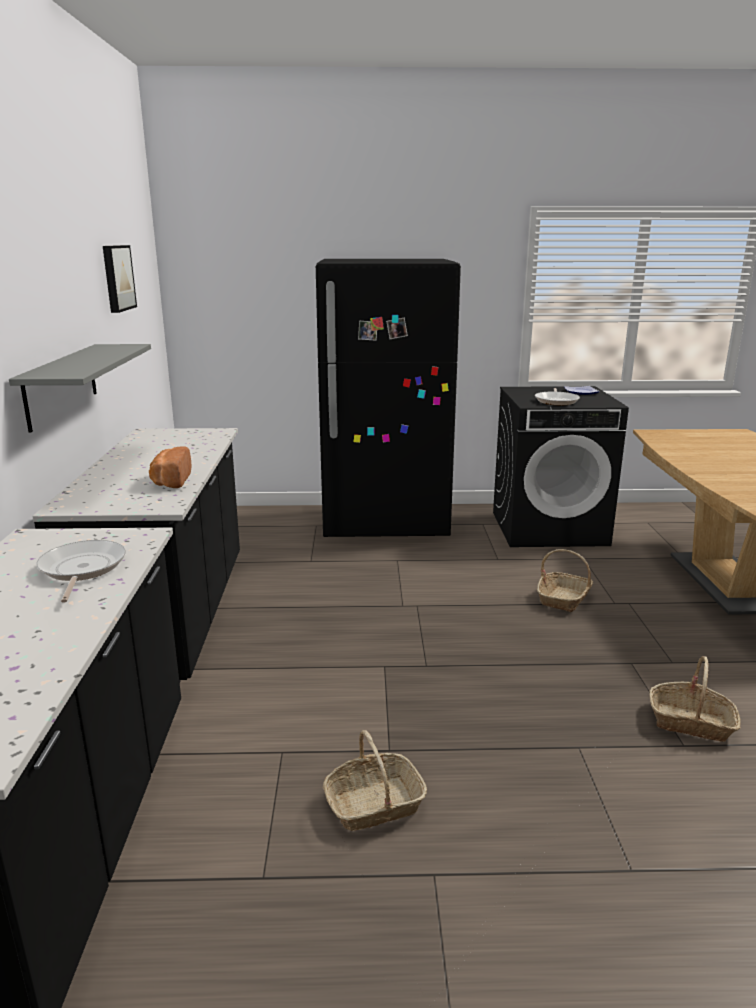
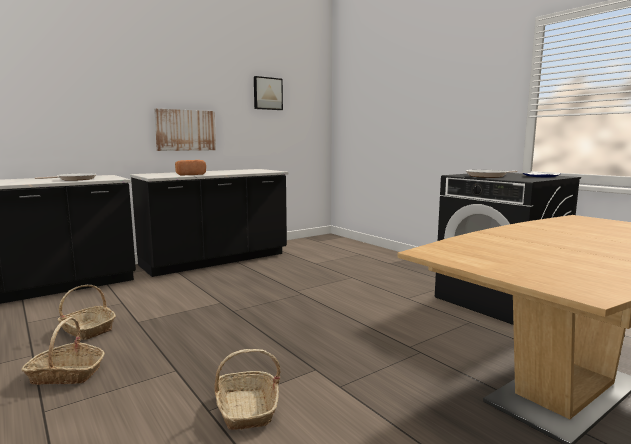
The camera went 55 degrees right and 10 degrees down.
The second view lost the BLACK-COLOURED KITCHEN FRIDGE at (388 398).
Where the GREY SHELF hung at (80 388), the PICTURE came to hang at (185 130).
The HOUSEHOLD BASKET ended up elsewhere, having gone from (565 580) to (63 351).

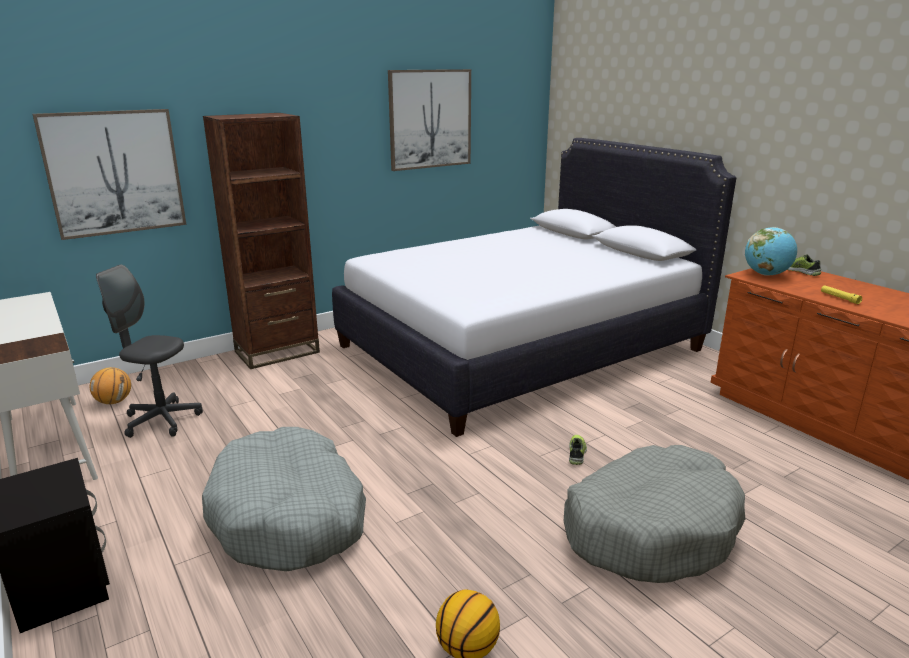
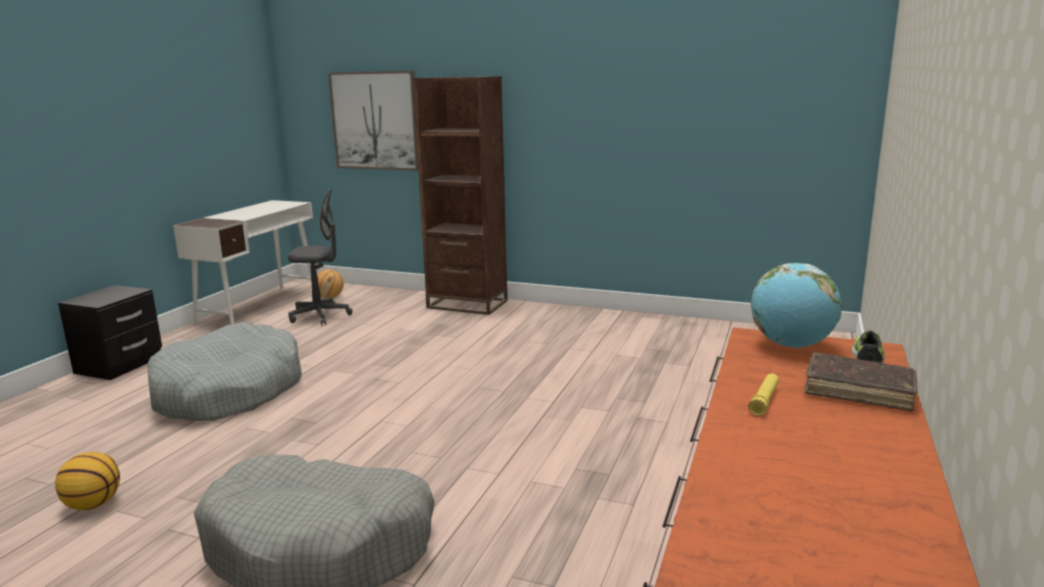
The camera went 55 degrees right and 5 degrees down.
The second view lost the PICTURE at (429 120).
The second view lost the WHITE SLEEPING BED at (534 287).
The GREY OFFICE CHAIR at (149 351) ended up facing another way, 105 degrees clockwise from before.
The second view lost the ITEM OF FOOTWEAR at (578 450).
The second view gained the BROWNISH BOUND BOOK at (860 382).

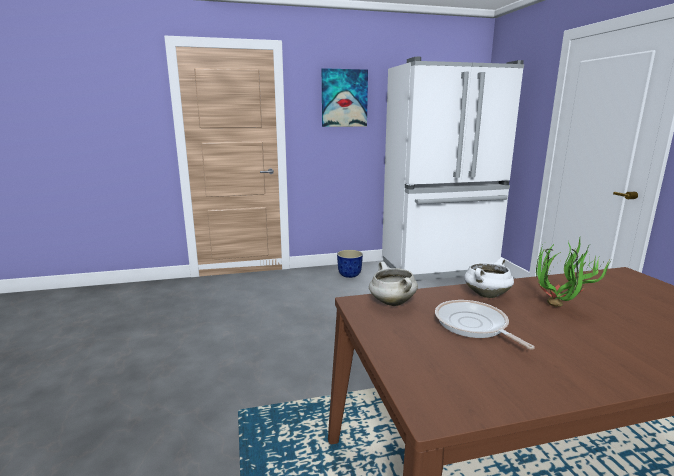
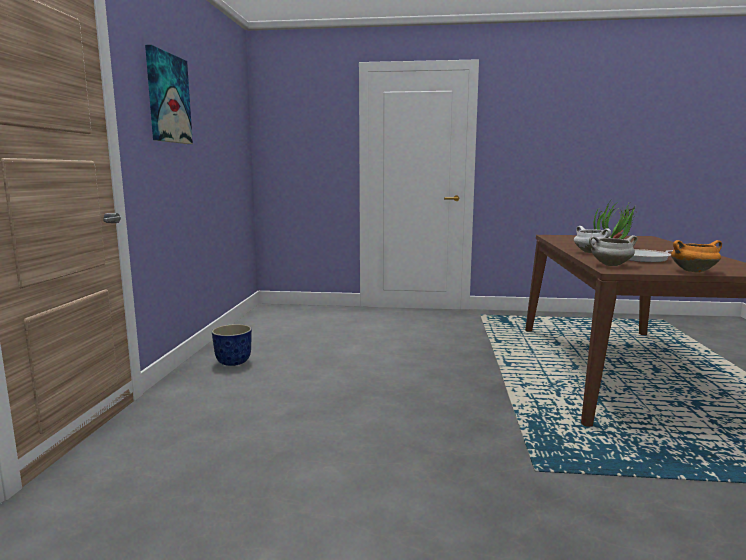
The camera went 70 degrees left and 5 degrees down.
The second view lost the WHITE KITCHEN FRIDGE at (453 169).
The second view gained the ORANGE STOCKPOT at (696 256).

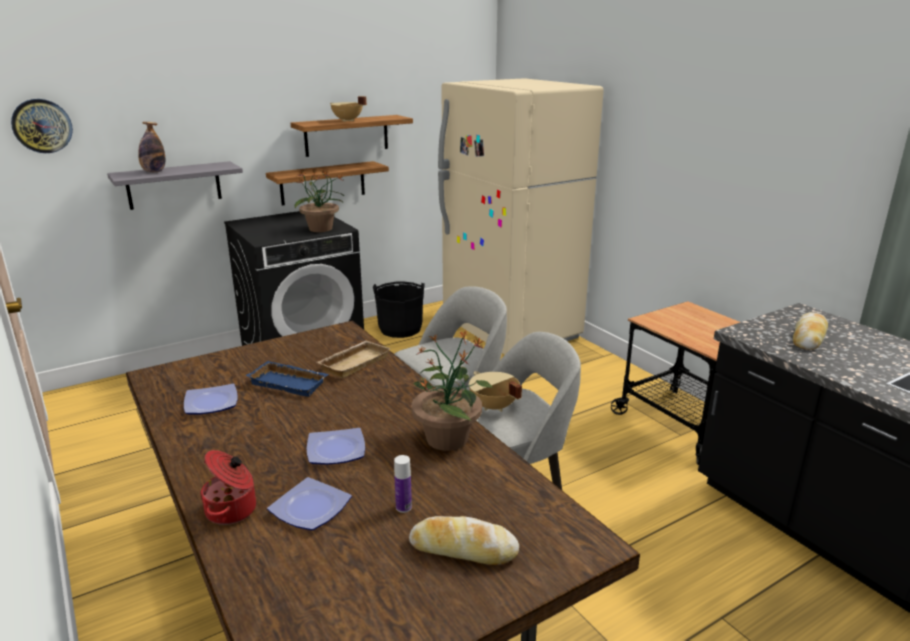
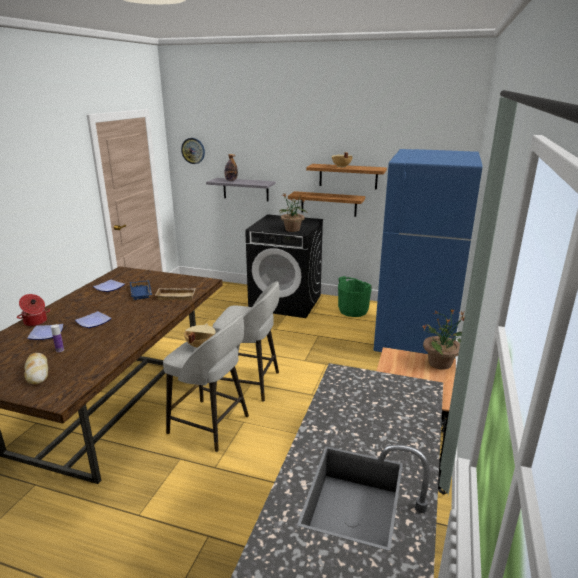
The camera went 50 degrees right and 0 degrees up.
What was the BEIGE KITCHEN FRIDGE at (521 216) turned into the BLUE KITCHEN FRIDGE at (428 251).
What was the BLACK-COLOURED WATER BUCKET at (399 309) turned into the GREEN WATER BUCKET at (355 296).
The second view lost the BAKED BREAD at (810 331).
The PLANT IN A POT ended up elsewhere, having gone from (452 390) to (443 339).

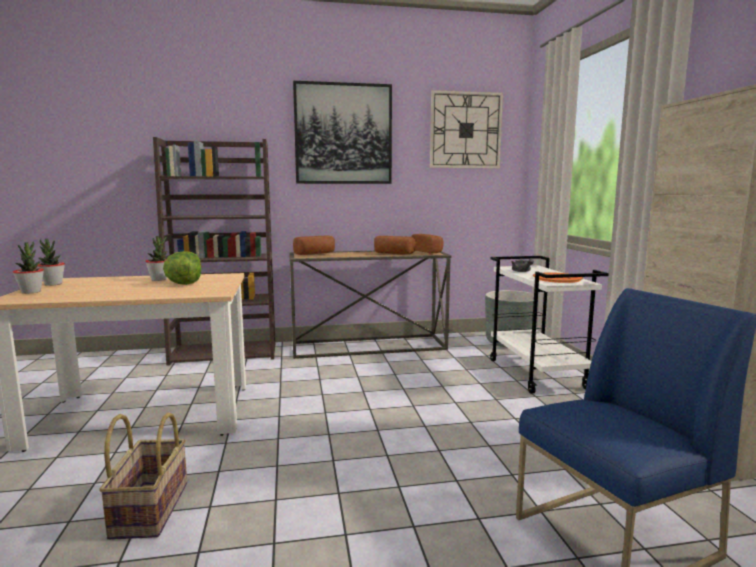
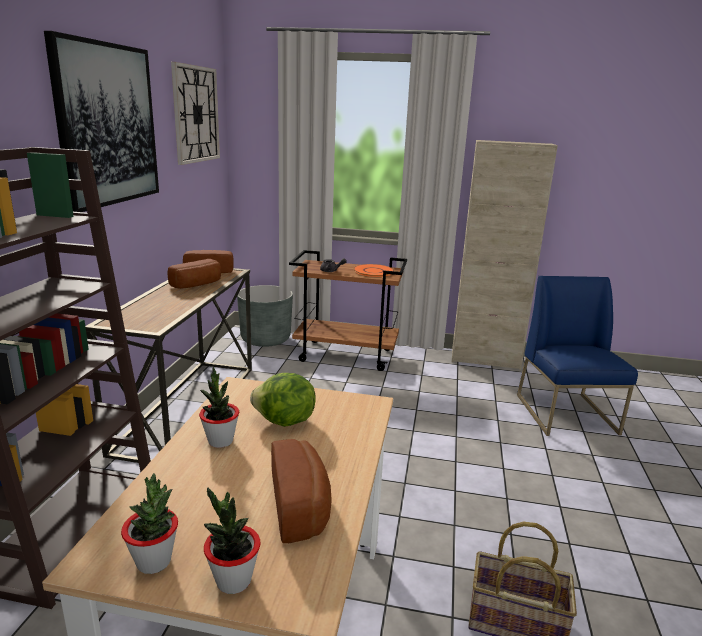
The camera went 70 degrees left and 10 degrees up.
The BAKED BREAD ended up elsewhere, having gone from (314 245) to (301 491).
What was the WHITE WHEELED CART at (549 325) turned into the BROWNISH WHEELED CART at (348 310).

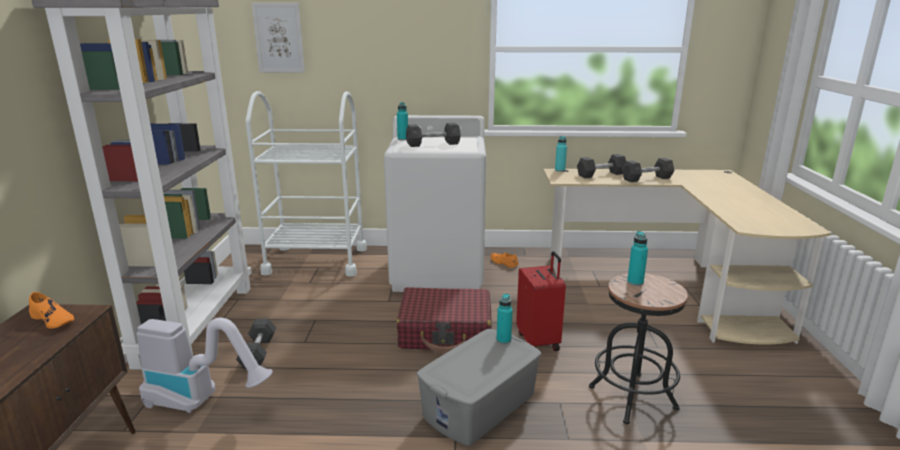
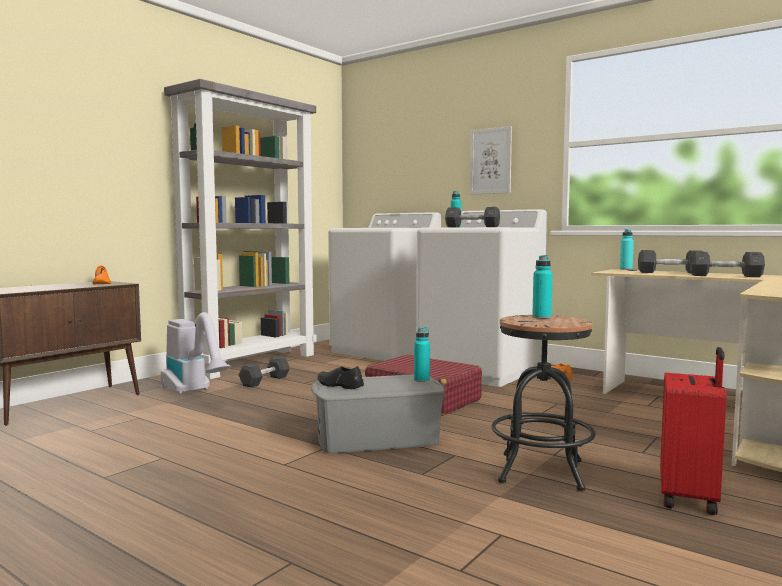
The camera went 35 degrees right and 15 degrees down.
The PICTURE ended up elsewhere, having gone from (278 38) to (491 160).
Where the WHITE WHEELED CART stood at (306 184), the WHITE WASHING MACHINE came to stand at (384 286).
The RED PIECE OF LUGGAGE ended up elsewhere, having gone from (541 301) to (693 431).
The second view gained the BLACK-COLOURED ITEM OF FOOTWEAR at (341 377).

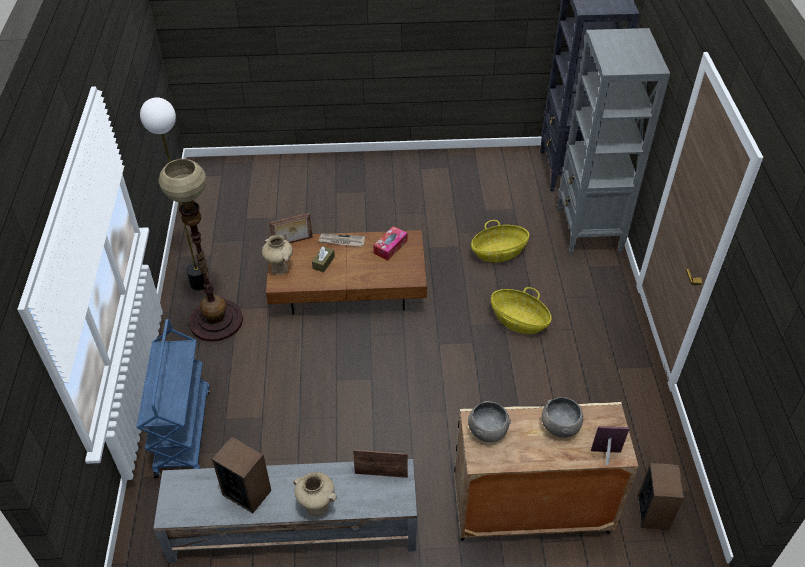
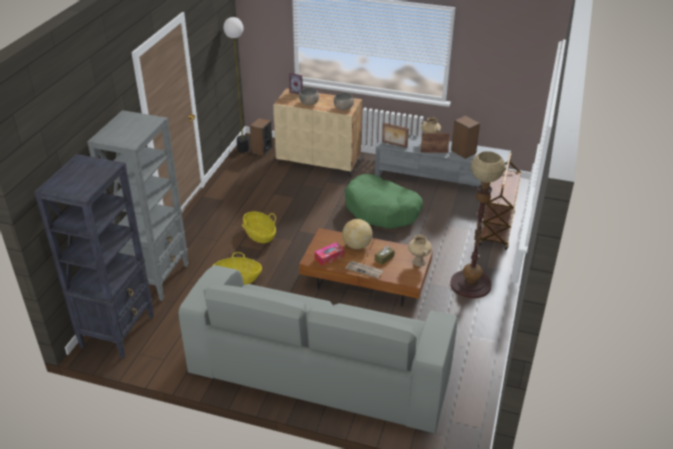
The camera went 160 degrees left and 10 degrees down.
The FLOOR LAMP ended up elsewhere, having gone from (174 193) to (236 84).
The PHOTO FRAME ended up elsewhere, having gone from (291 228) to (435 143).
What was the BLUE WHEELED CART at (173 398) turned into the BROWNISH WHEELED CART at (500 201).
The second view gained the GREEN DOG BED at (384 201).
The second view gained the DESK GLOBE at (357 234).
The second view gained the GREY SETTEE at (317 349).

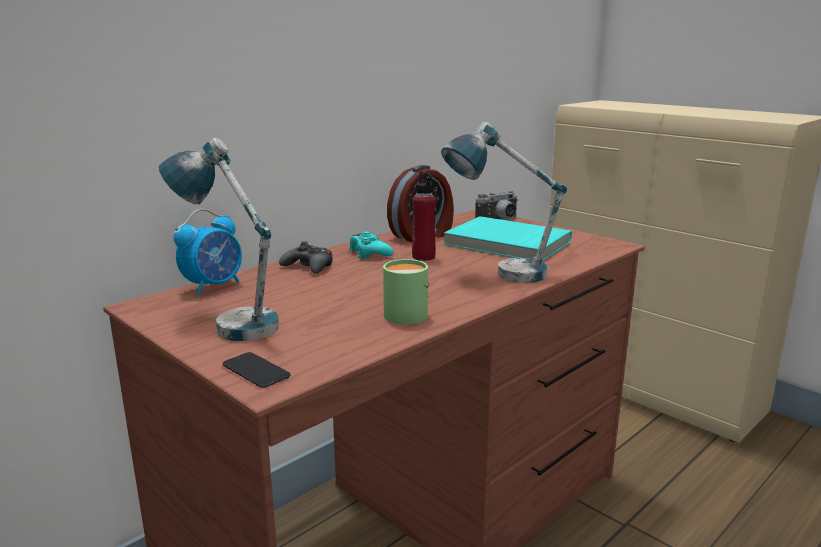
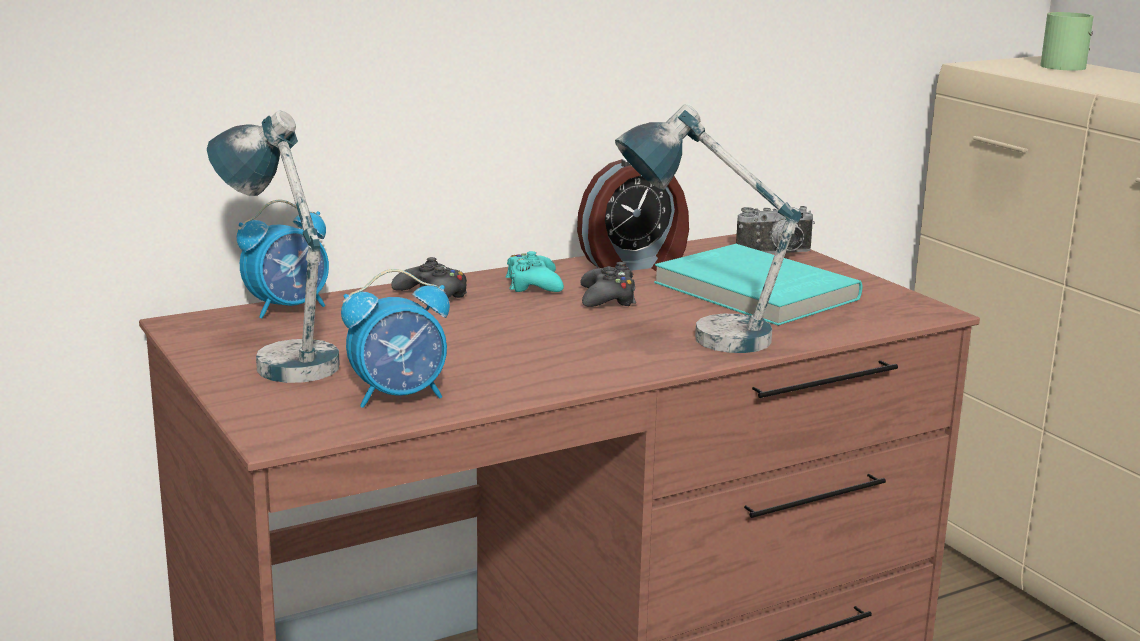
The camera went 15 degrees right and 0 degrees up.
Where the RED BEVERAGE BOTTLE stood at (424 216), the BLACK-COLOURED GAME CONTROLLER came to stand at (608 284).
The GREEN MUG ended up elsewhere, having gone from (406 292) to (1067 41).
The second view lost the PHONE at (256 370).
The second view gained the TABLE CLOCK at (395 338).

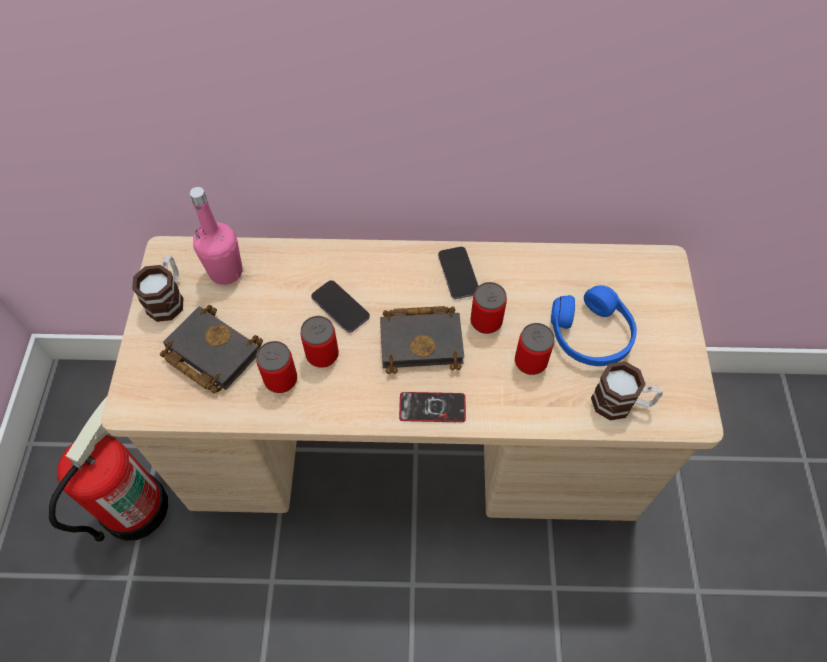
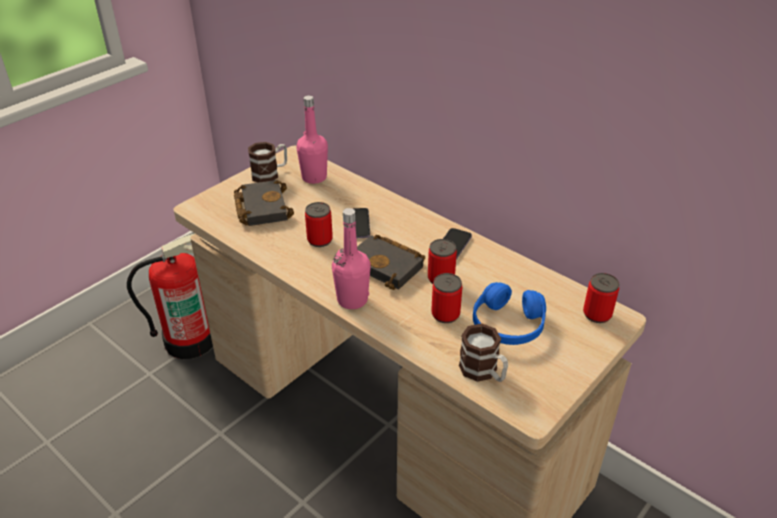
The camera went 40 degrees right and 20 degrees down.
The CAN ended up elsewhere, having gone from (276 367) to (601 298).
Where the PHONE stood at (432 407), the PINK-COLOURED BEVERAGE BOTTLE came to stand at (351 258).

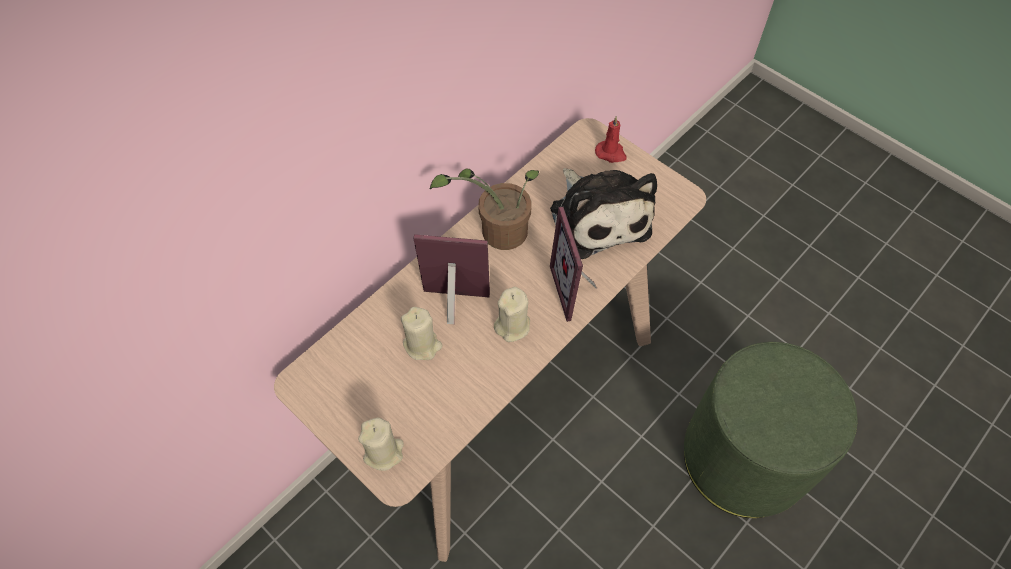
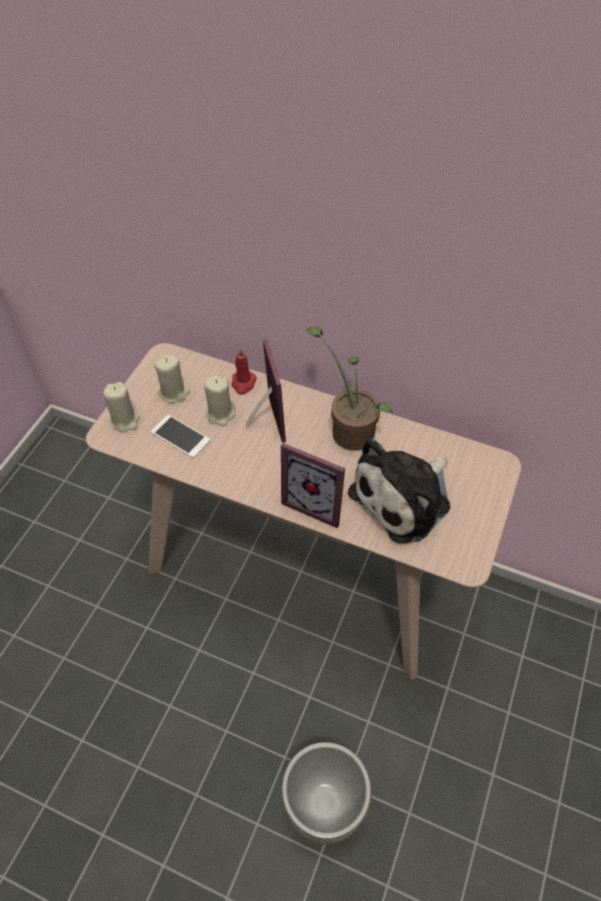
The camera went 70 degrees right and 5 degrees down.
The RED WAX LIGHT ended up elsewhere, having gone from (611 139) to (244 371).
The PHOTO FRAME at (573 264) ended up facing another way, 120 degrees counterclockwise from before.
The BEIGE WAX LIGHT ended up elsewhere, having gone from (512 314) to (172 379).
Where the GREEN POUFFE stood at (770 430), the PLANTER came to stand at (326 793).
The second view gained the PHONE at (180 436).

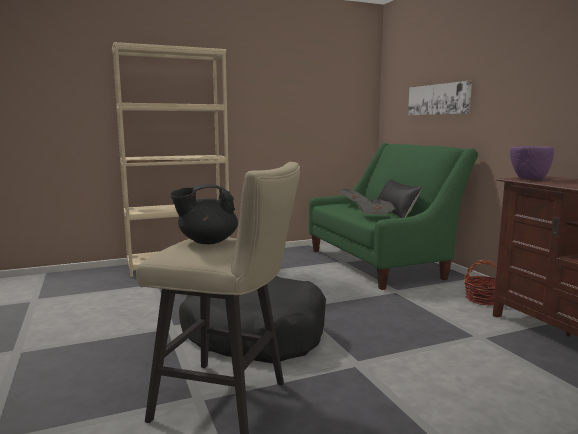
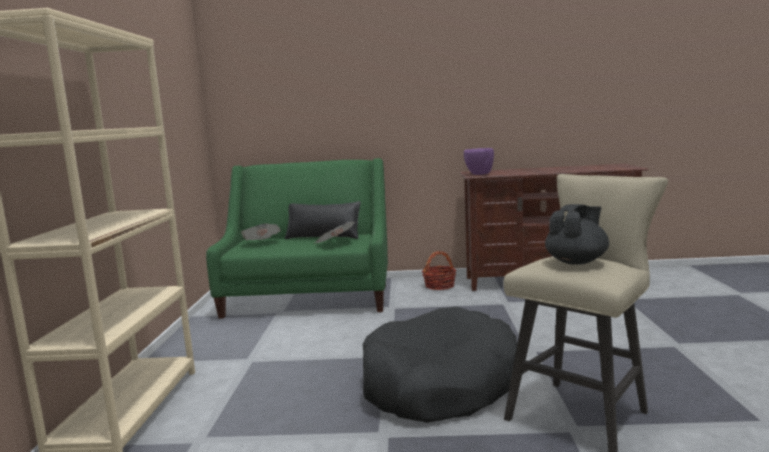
The camera went 65 degrees left and 0 degrees up.
The second view lost the PICTURE at (440 98).
The BLACK-COLOURED TEA POT at (204 214) ended up facing another way, 135 degrees counterclockwise from before.

